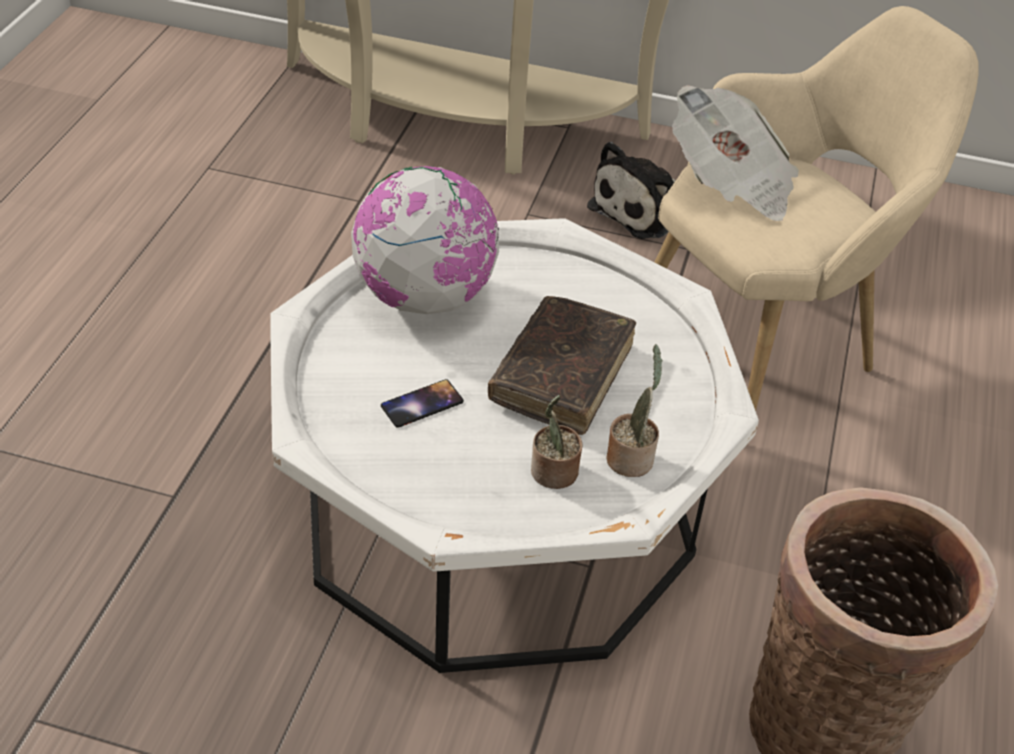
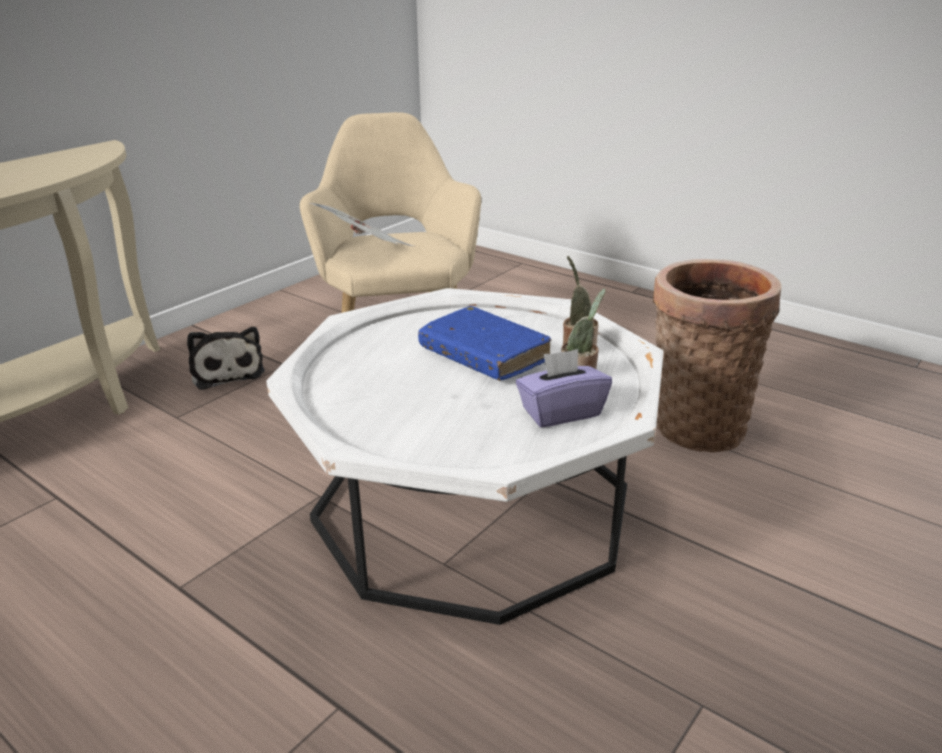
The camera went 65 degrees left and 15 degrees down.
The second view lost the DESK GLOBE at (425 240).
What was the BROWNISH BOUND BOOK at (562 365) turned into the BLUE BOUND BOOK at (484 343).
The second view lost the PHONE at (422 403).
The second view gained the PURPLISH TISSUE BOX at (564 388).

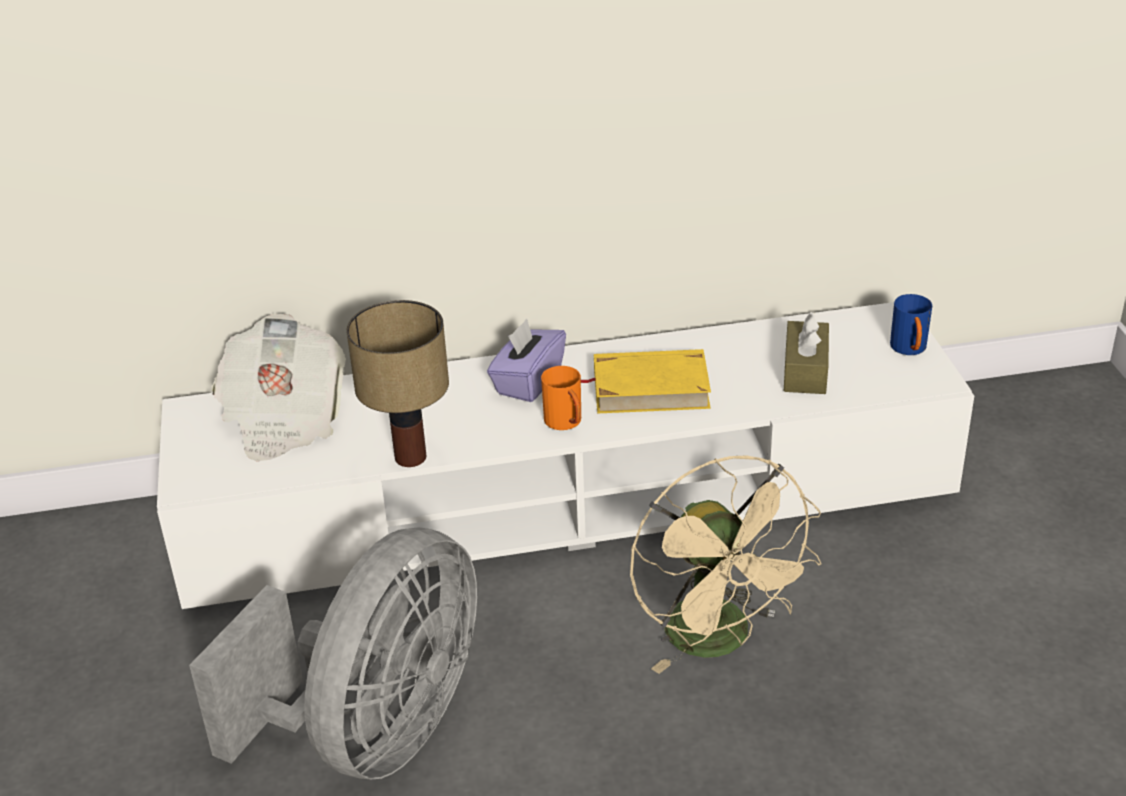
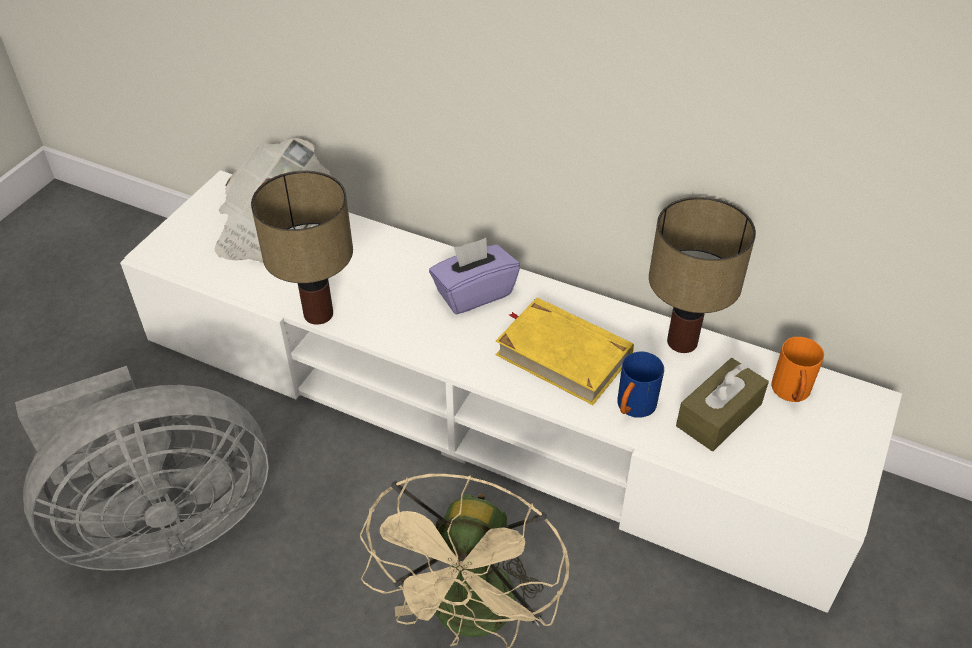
The camera went 35 degrees right and 10 degrees up.
The BLUE MUG ended up elsewhere, having gone from (911 324) to (640 385).
The ORANGE MUG ended up elsewhere, having gone from (561 398) to (797 369).
The second view gained the TABLETOP LAMP at (702 275).

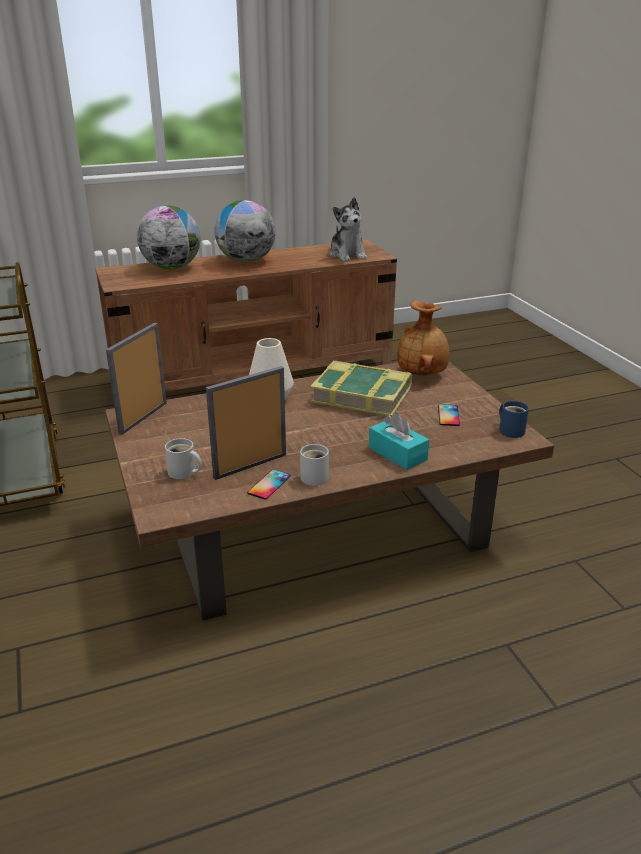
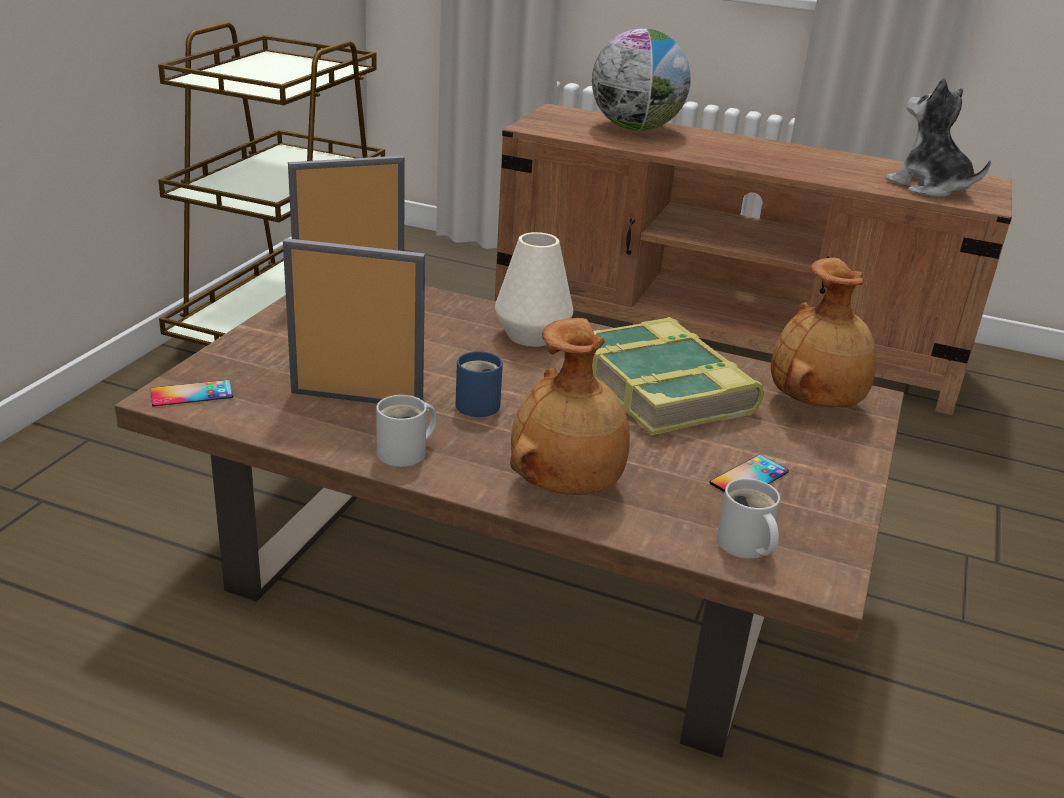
The camera went 40 degrees right and 0 degrees up.
The CUDDLY TOY at (348 229) ended up facing another way, 120 degrees clockwise from before.
The second view lost the DESK GLOBE at (245 231).
The BLUE MUG ended up elsewhere, having gone from (514 419) to (479 384).
Where the BLUE-GREEN TISSUE BOX stood at (399 441), the BROWNISH VASE came to stand at (570 406).
The WHITE MUG ended up elsewhere, having gone from (183 458) to (748 518).
The PHONE ended up elsewhere, having gone from (269 484) to (192 393).

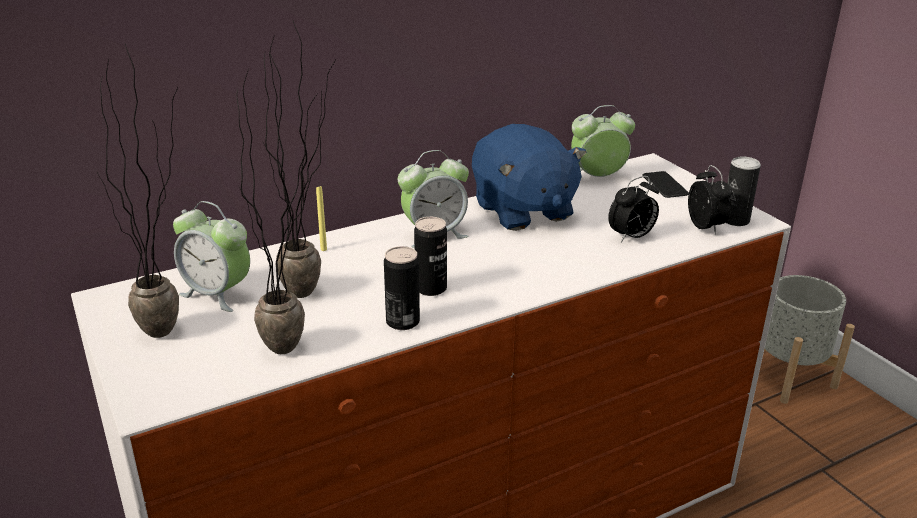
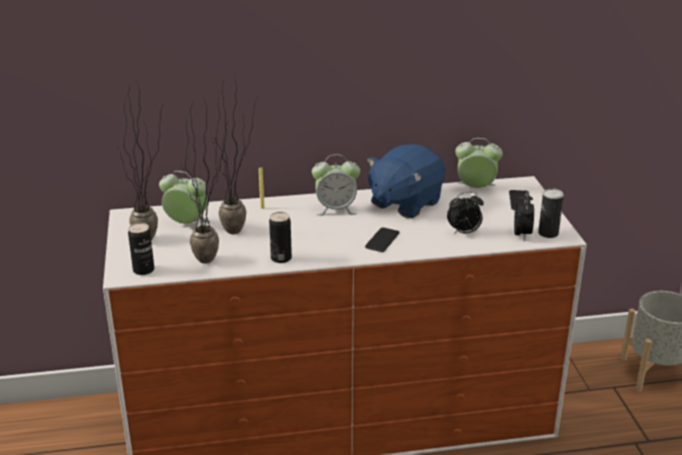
The camera went 20 degrees right and 0 degrees up.
The BLUE CUDDLY TOY at (529 177) ended up facing another way, 45 degrees clockwise from before.
The TABLE CLOCK at (211 256) ended up facing another way, 150 degrees clockwise from before.
The CAN ended up elsewhere, having gone from (430 256) to (141 249).
The second view gained the PHONE at (382 239).

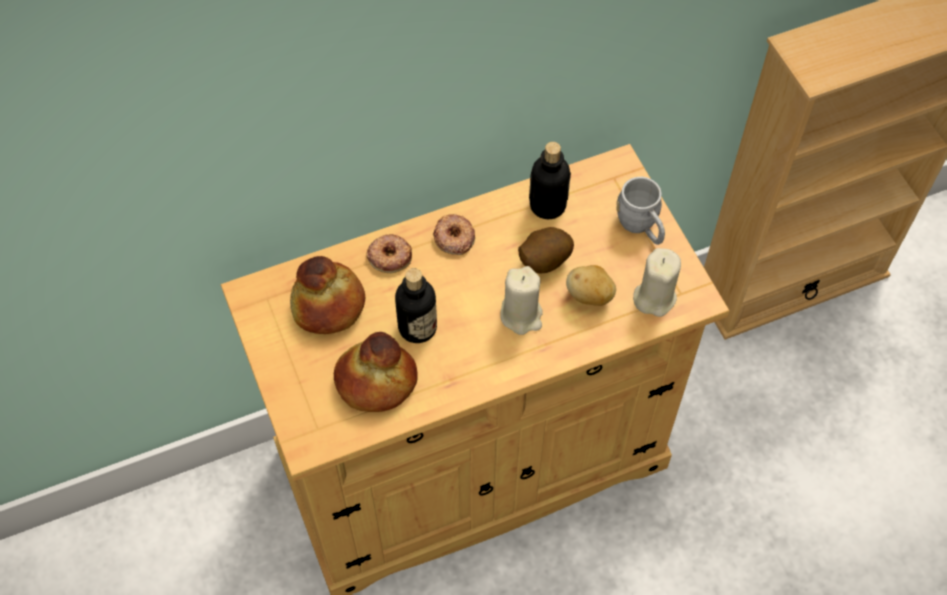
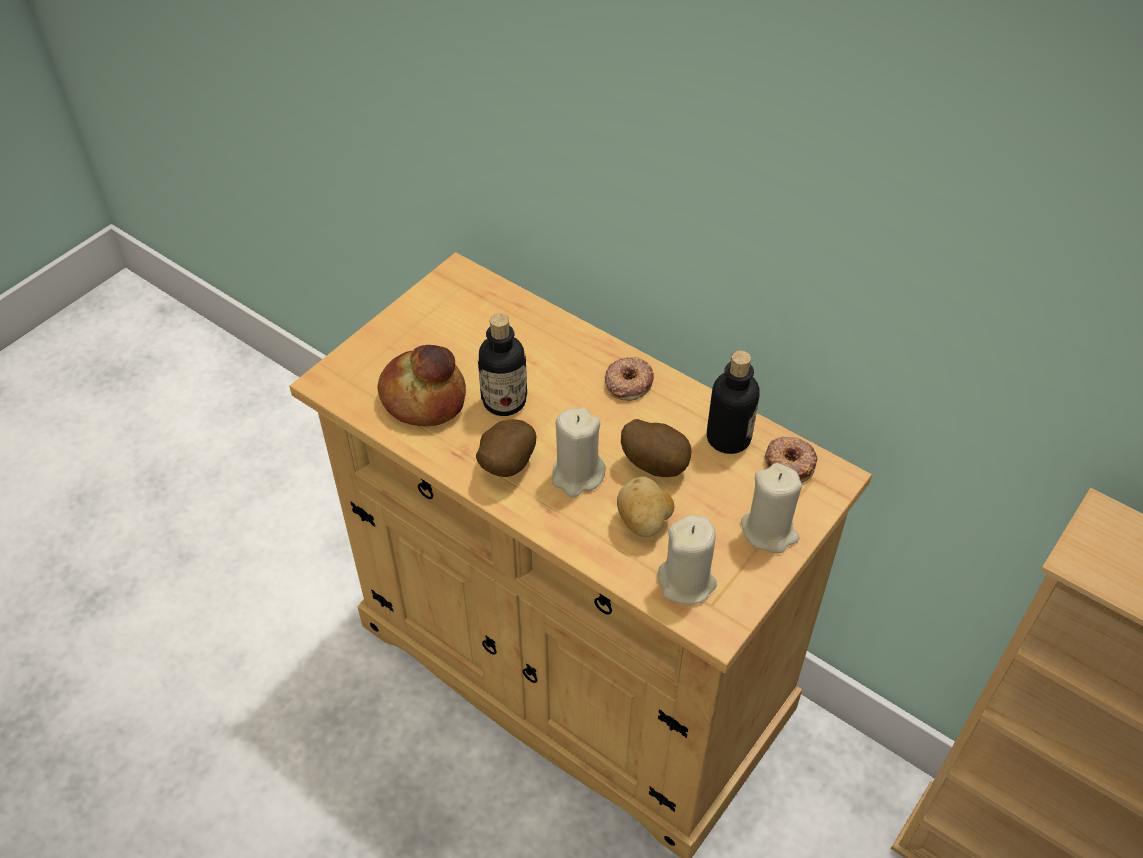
The camera went 60 degrees right and 10 degrees down.
Where the GREY MUG stood at (640 211), the BEIGE WAX LIGHT came to stand at (771 508).
The DONUT ended up elsewhere, having gone from (389 253) to (791 460).
The second view lost the BAKED BREAD at (327 295).
The second view gained the WHOLE POTATO at (506 448).

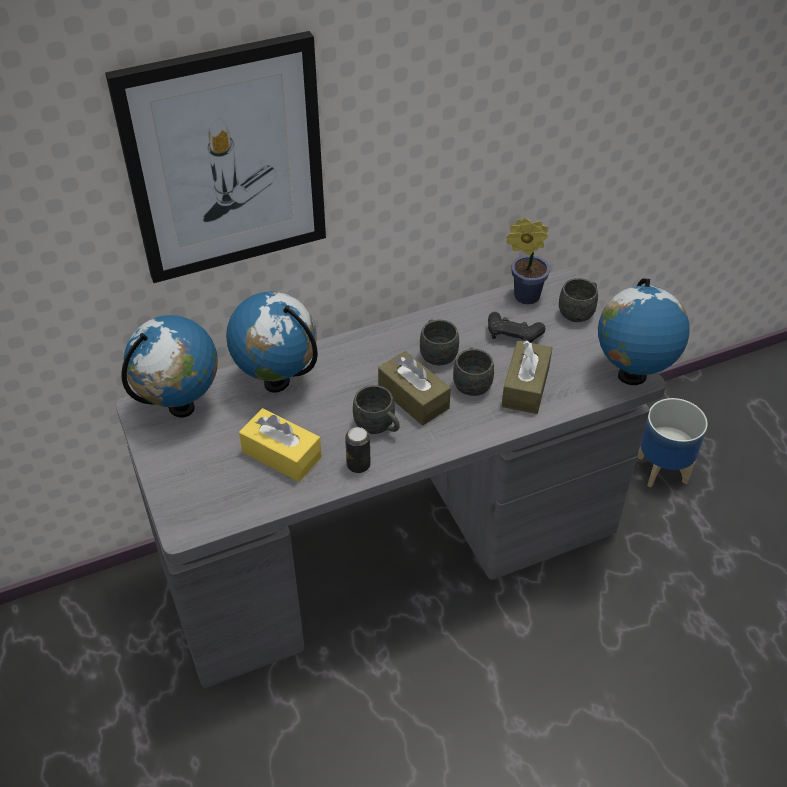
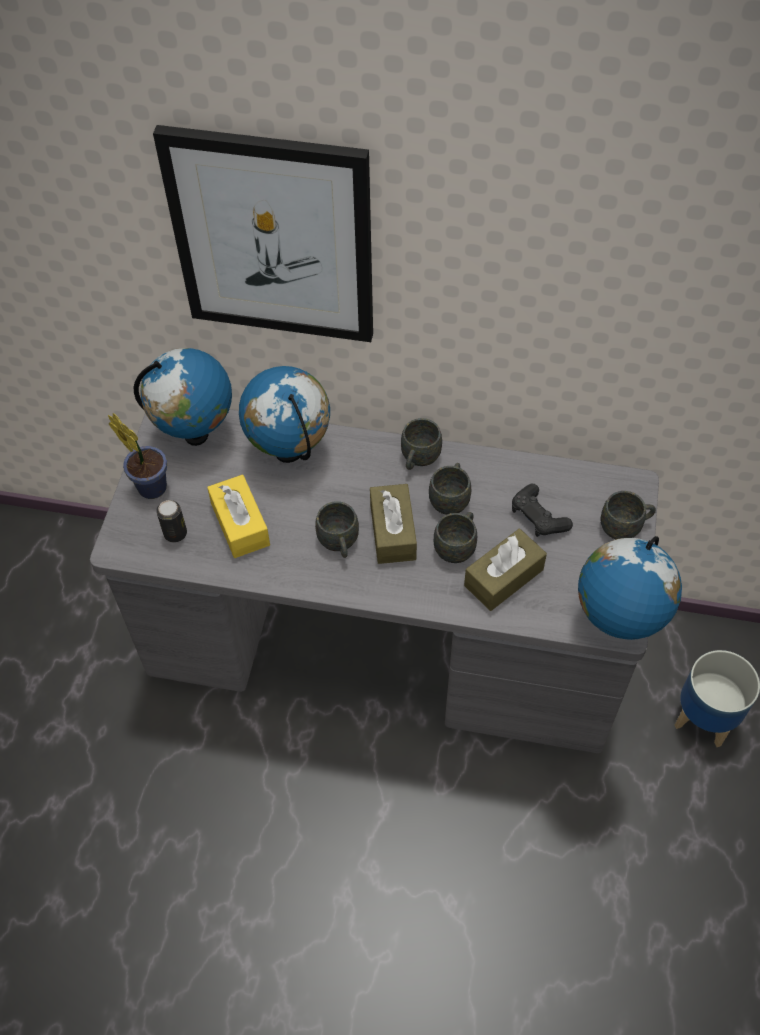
The camera went 35 degrees right and 10 degrees up.
The PLANT IN A POT ended up elsewhere, having gone from (528 261) to (137 456).
The CAN ended up elsewhere, having gone from (358 450) to (171 521).
The second view gained the GREY MUG at (421 444).

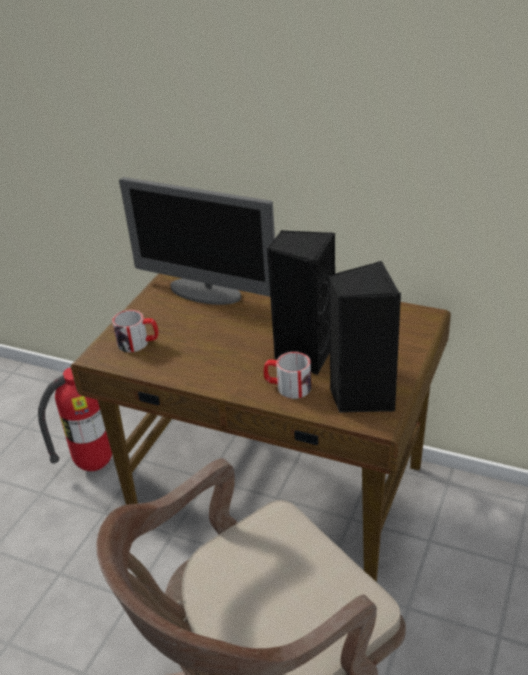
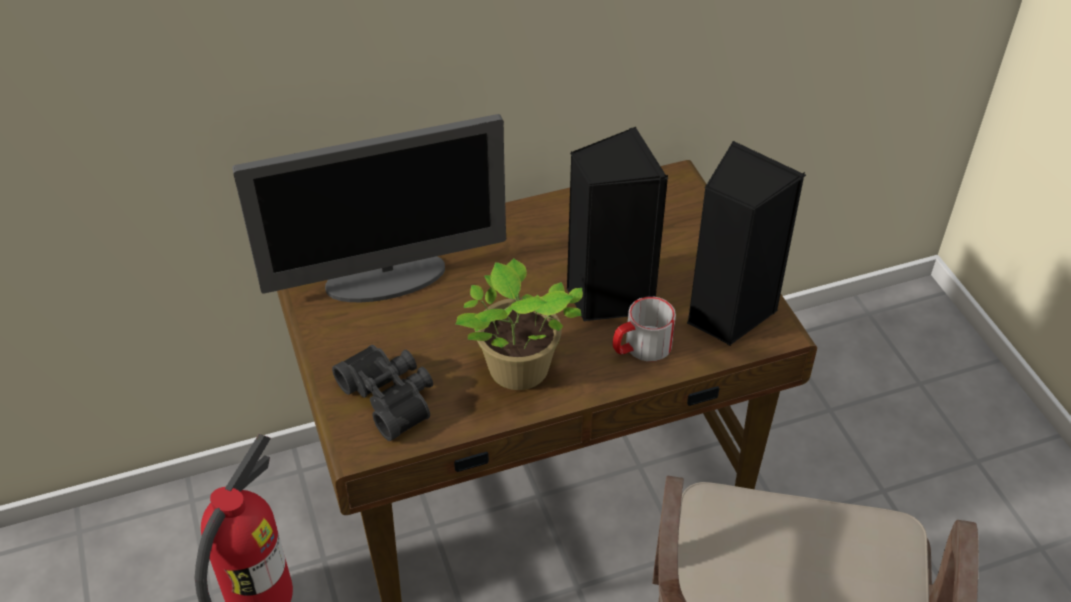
The camera went 45 degrees left and 10 degrees up.
Where the MUG stood at (135 331), the BLACK-COLOURED BINOCULARS came to stand at (382 393).
The second view gained the PLANT IN A POT at (519 324).

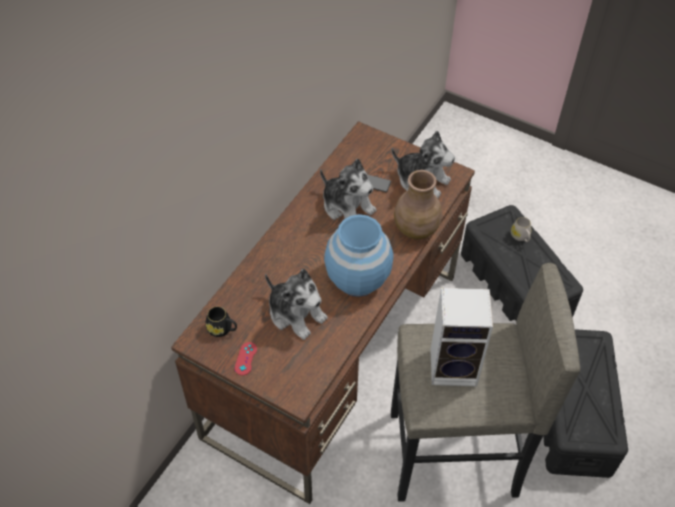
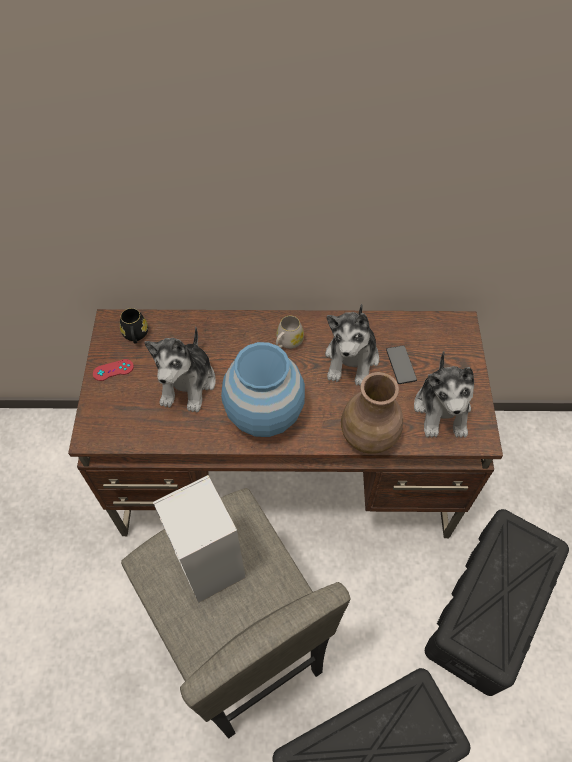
The camera went 60 degrees right and 5 degrees up.
The WHITE MUG ended up elsewhere, having gone from (521 229) to (290 332).

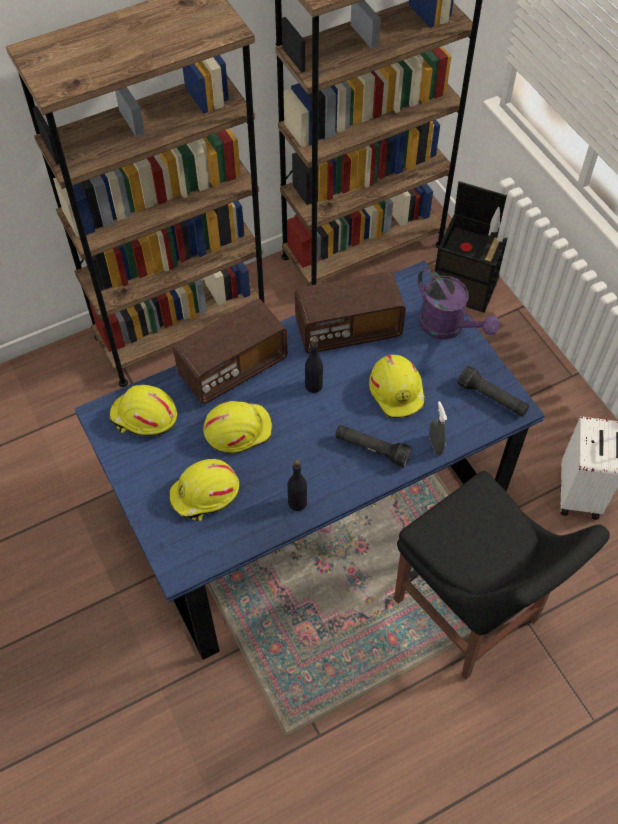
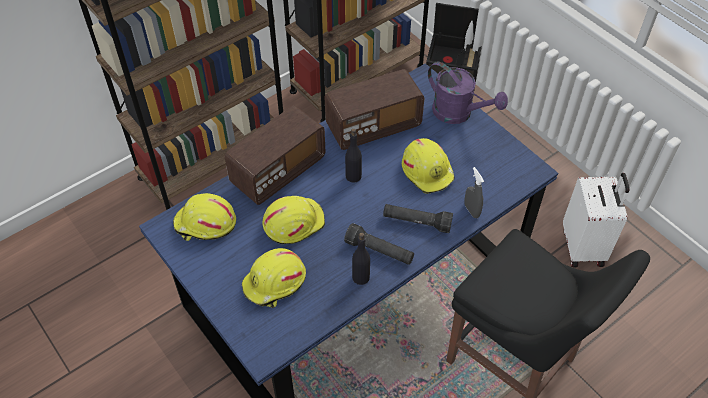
The camera went 10 degrees left and 5 degrees down.
The BLACK-COLOURED FLASHLIGHT ended up elsewhere, having gone from (493 391) to (379 244).

